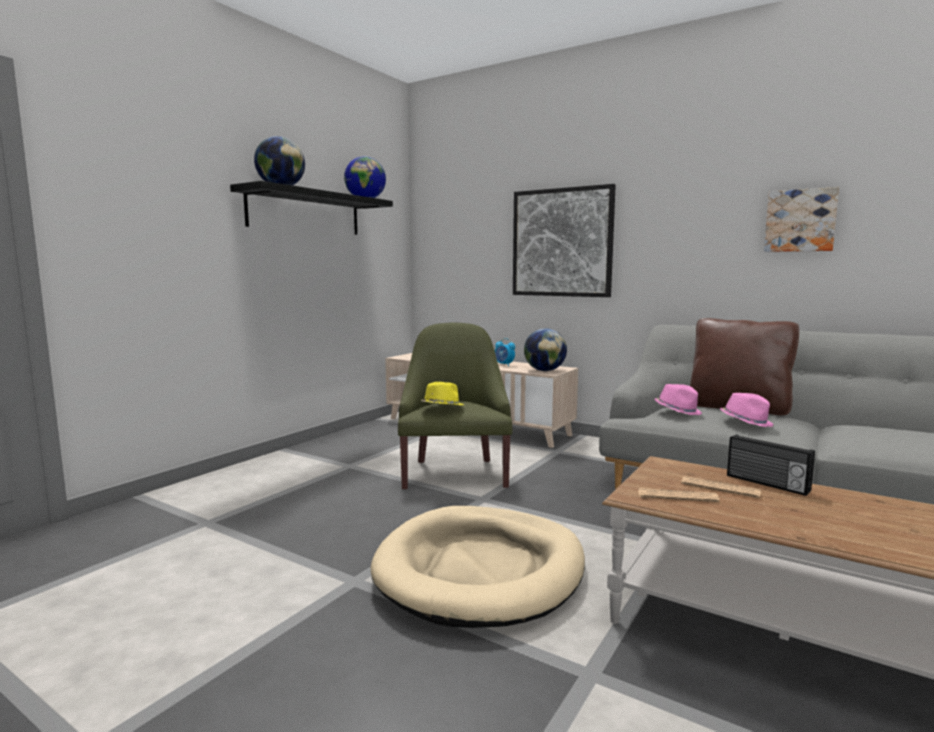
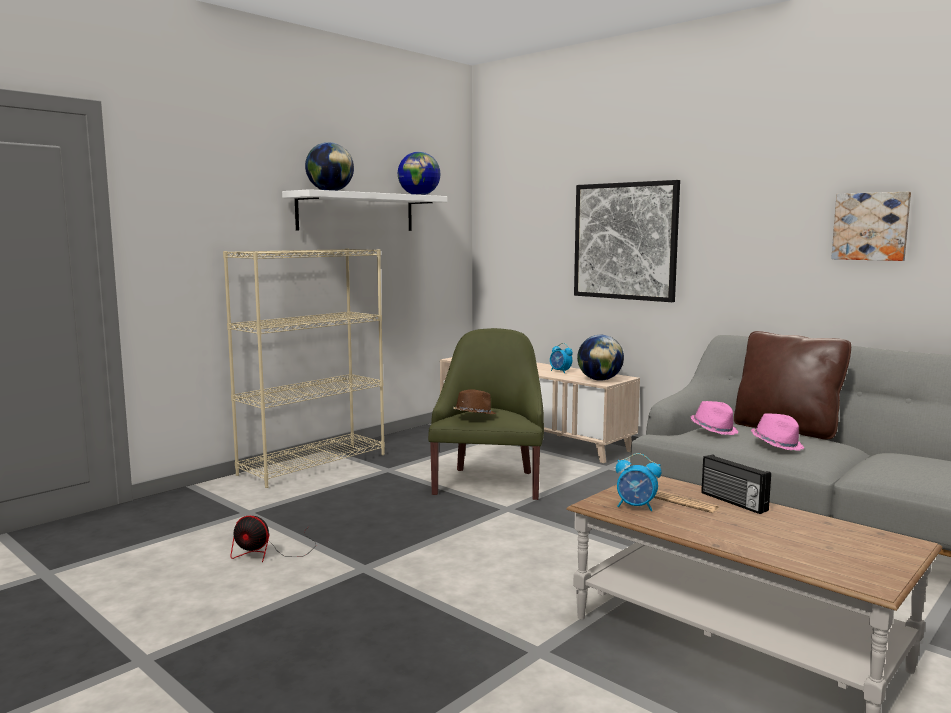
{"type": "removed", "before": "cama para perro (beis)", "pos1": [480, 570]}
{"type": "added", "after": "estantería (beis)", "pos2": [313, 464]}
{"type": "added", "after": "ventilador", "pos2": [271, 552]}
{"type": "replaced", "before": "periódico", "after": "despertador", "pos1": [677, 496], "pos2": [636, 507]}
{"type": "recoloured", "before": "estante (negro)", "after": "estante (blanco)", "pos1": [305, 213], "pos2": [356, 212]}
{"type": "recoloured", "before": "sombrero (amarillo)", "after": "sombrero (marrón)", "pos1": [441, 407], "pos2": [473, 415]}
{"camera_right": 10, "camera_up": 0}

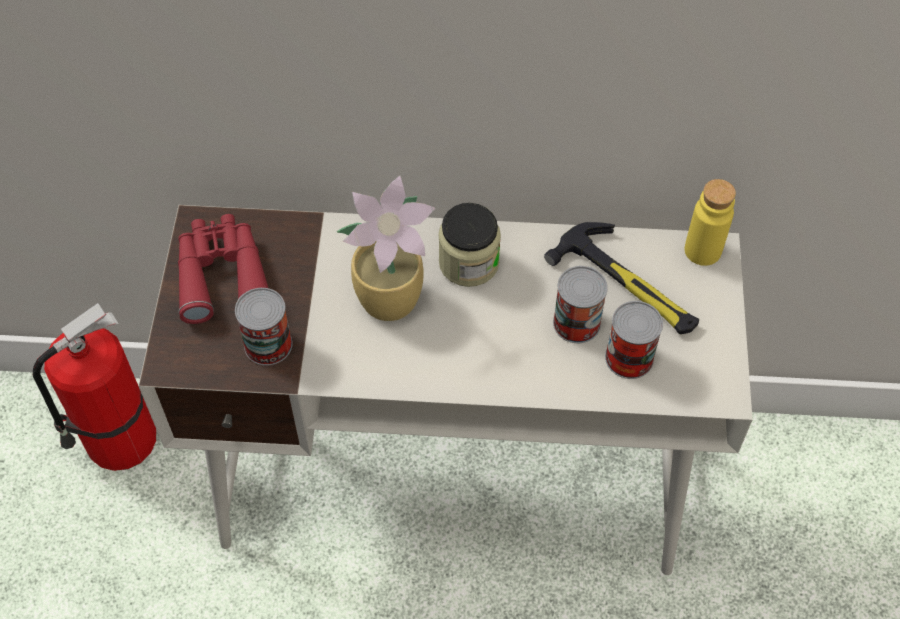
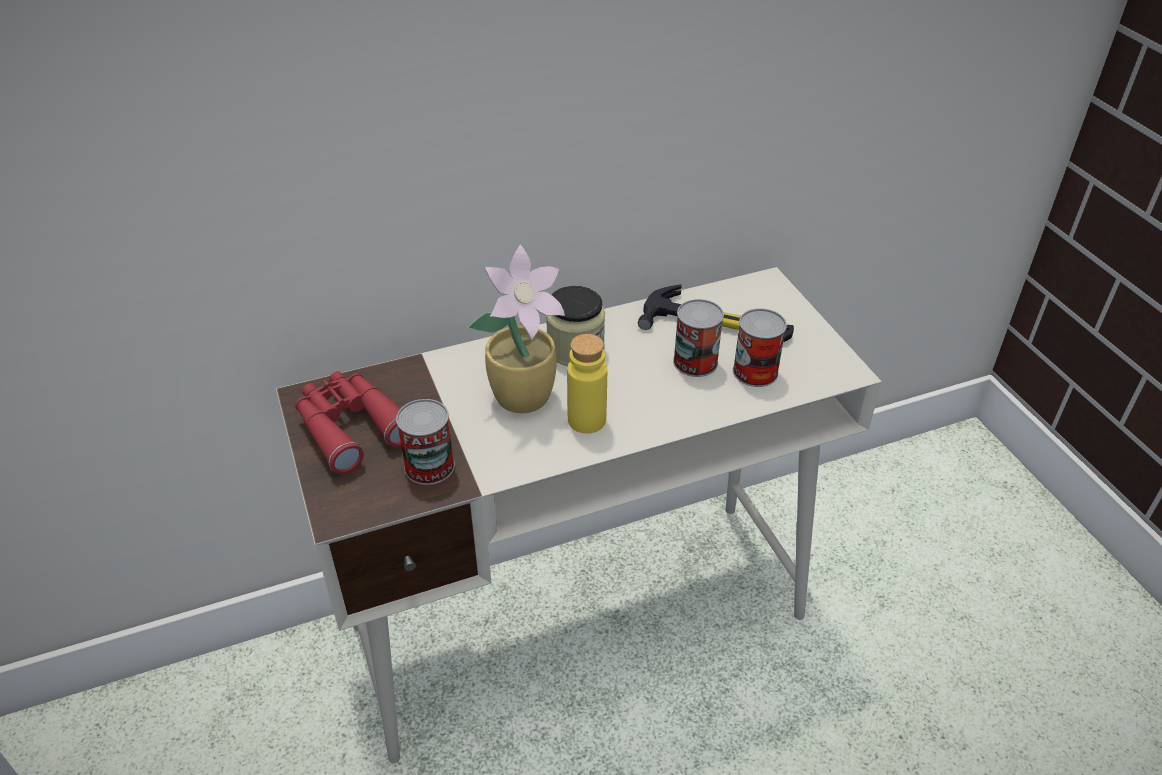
{"type": "removed", "before": "extintor", "pos1": [117, 441]}
{"type": "moved", "before": "botella (amarillo)", "pos1": [702, 250], "pos2": [586, 420]}
{"camera_right": -25, "camera_up": -15}

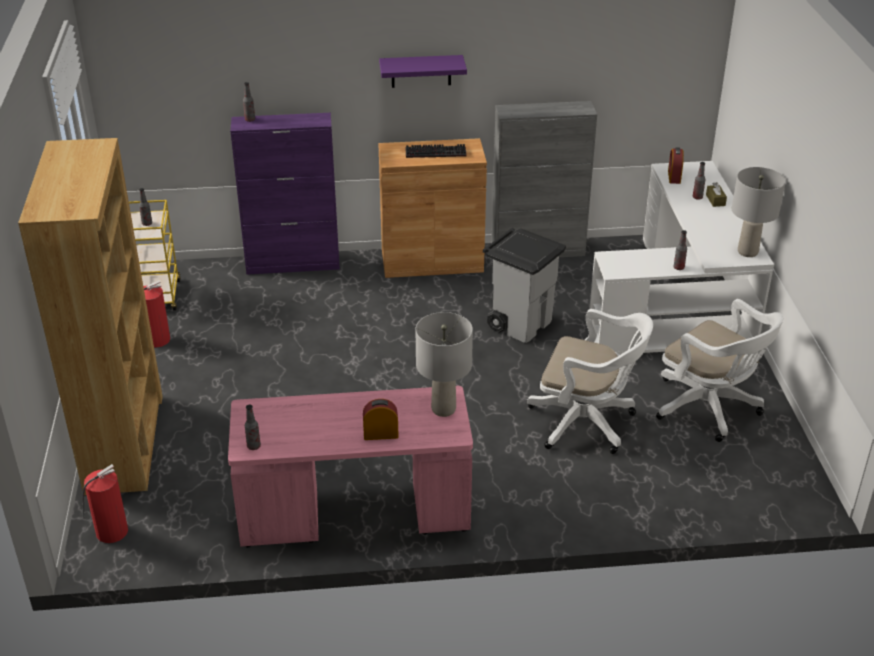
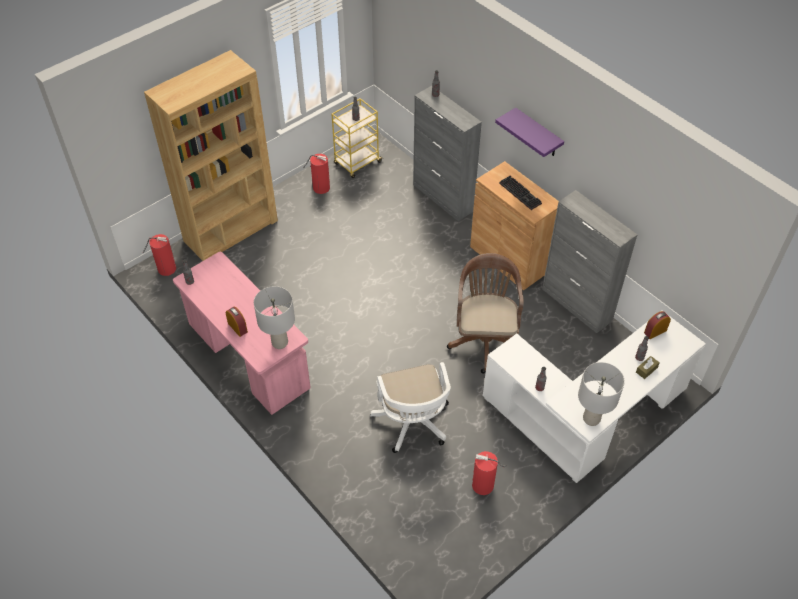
{"type": "replaced", "before": "papelera (gris)", "after": "silla de oficina (marrón)", "pos1": [520, 323], "pos2": [485, 338]}
{"type": "replaced", "before": "silla de oficina (blanco)", "after": "extintor", "pos1": [710, 409], "pos2": [484, 485]}
{"type": "recoloured", "before": "armario (morado)", "after": "armario (gris)", "pos1": [293, 264], "pos2": [443, 198]}
{"camera_right": 55, "camera_up": 15}

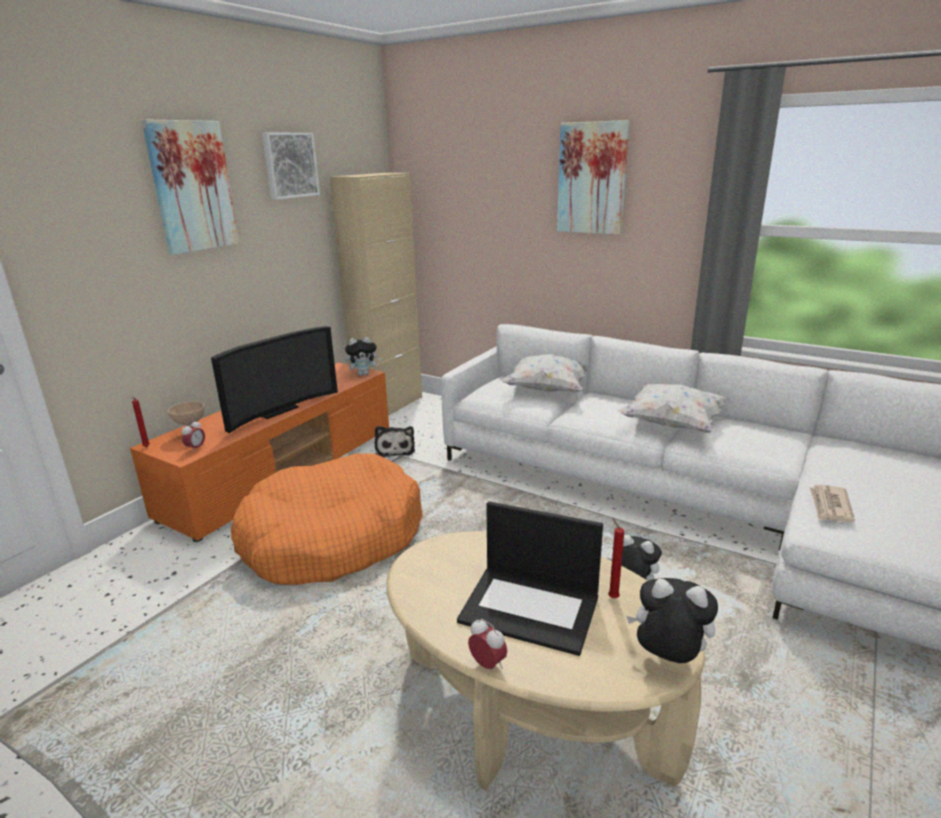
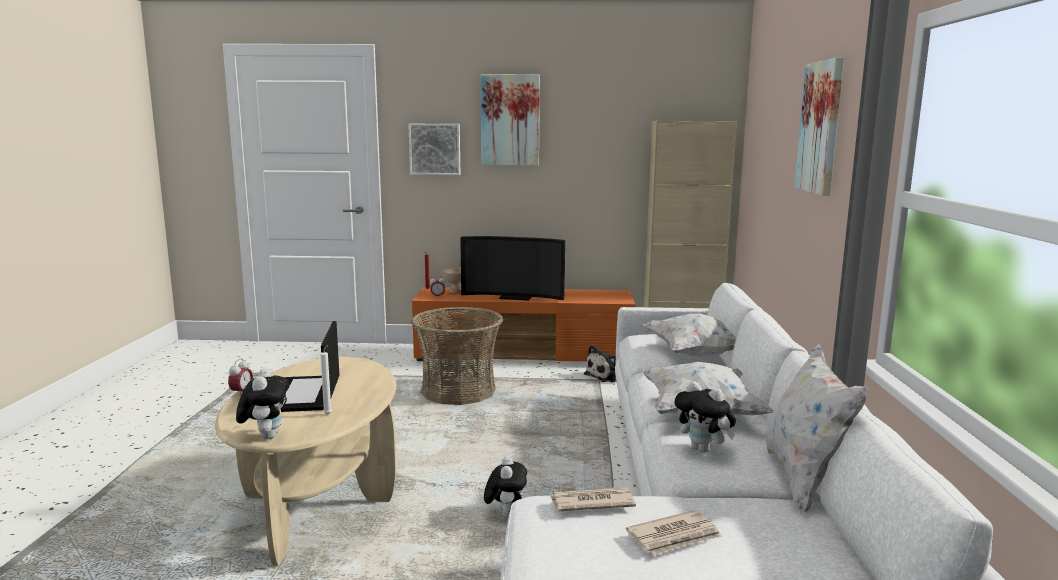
{"type": "added", "after": "periódico", "pos2": [675, 537]}
{"type": "added", "after": "cojín (blanco)", "pos2": [804, 480]}
{"type": "moved", "before": "cuadro", "pos1": [289, 165], "pos2": [435, 149]}
{"type": "moved", "before": "peluche", "pos1": [364, 374], "pos2": [704, 449]}
{"type": "replaced", "before": "cama para perro (naranja)", "after": "cesta", "pos1": [332, 538], "pos2": [458, 391]}
{"type": "recoloured", "before": "vela (rojo)", "after": "vela (blanco)", "pos1": [612, 597], "pos2": [328, 414]}
{"camera_right": 60, "camera_up": -10}

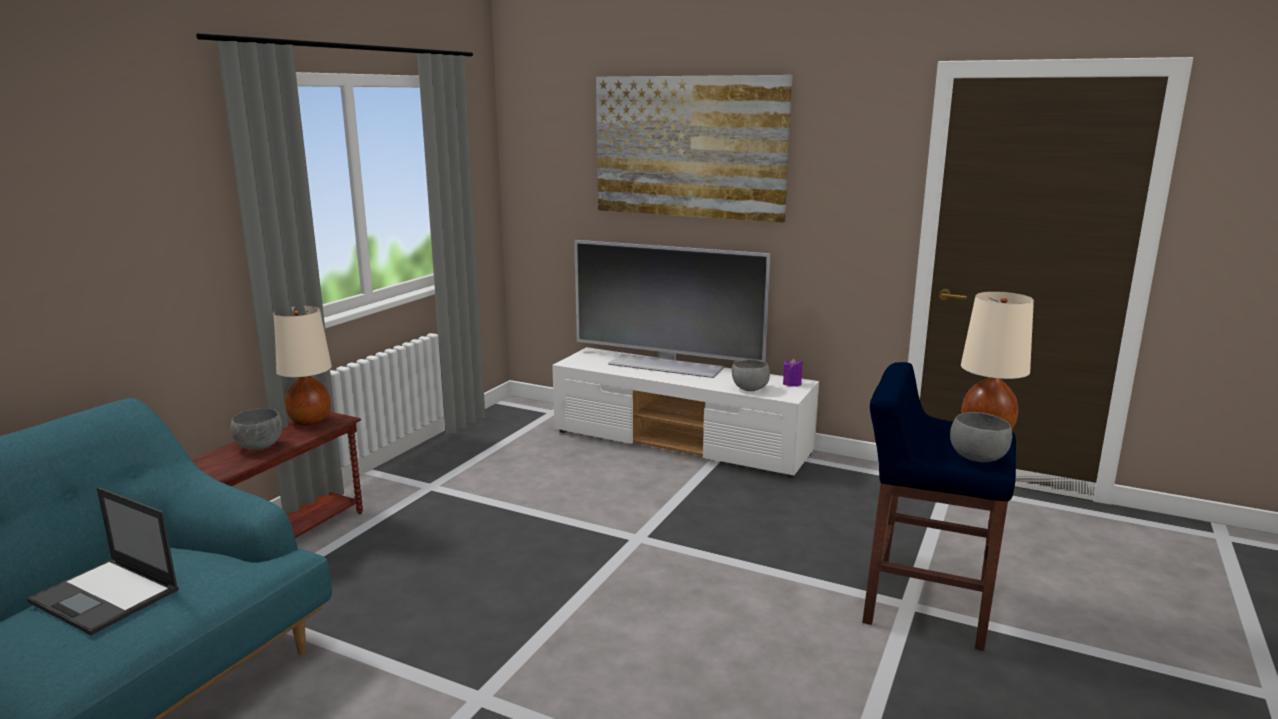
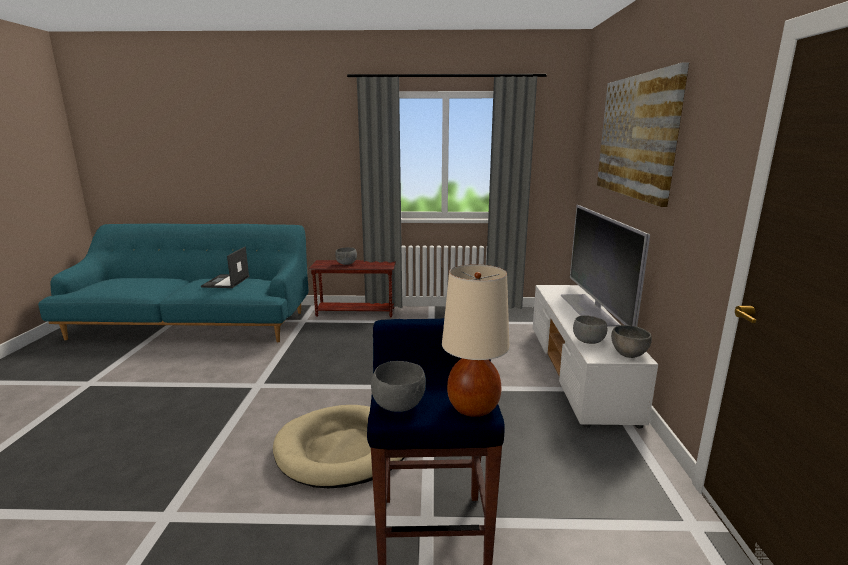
{"type": "removed", "before": "lámpara de mesa (beis)", "pos1": [311, 421]}
{"type": "added", "after": "cama para perro (beis)", "pos2": [343, 450]}
{"type": "replaced", "before": "vela (morado)", "after": "cuenco (gris)", "pos1": [792, 384], "pos2": [629, 354]}
{"camera_right": 65, "camera_up": 0}

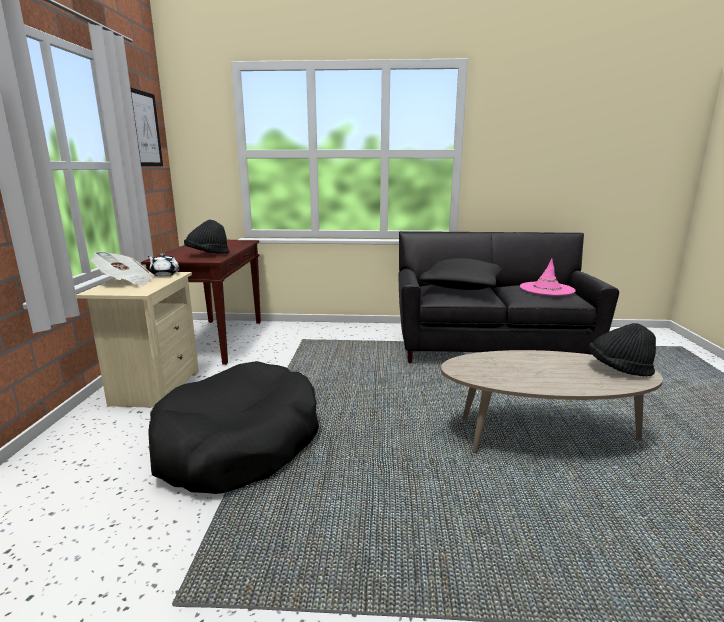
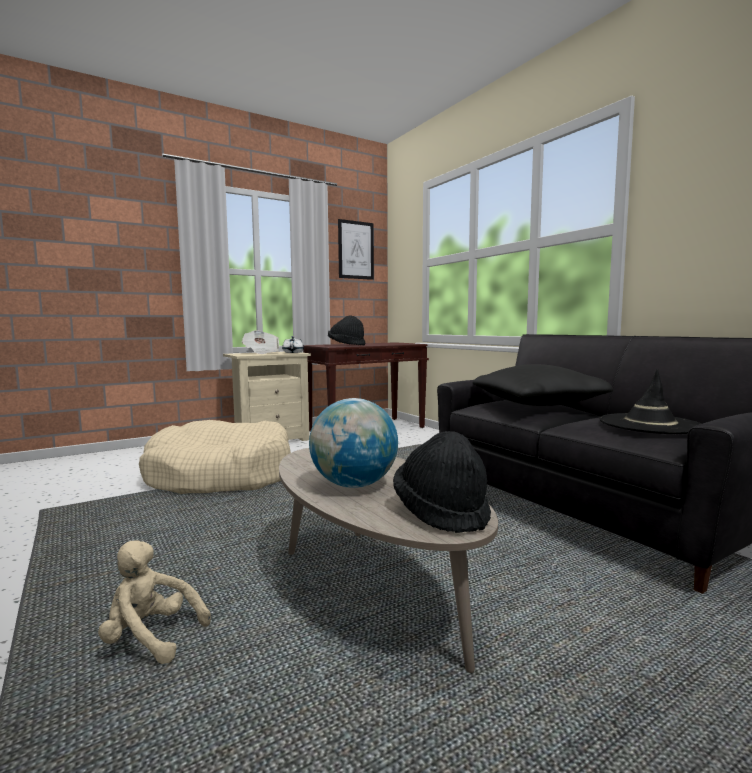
{"type": "added", "after": "peluche (beis)", "pos2": [151, 638]}
{"type": "added", "after": "globo terráqueo", "pos2": [354, 485]}
{"type": "recoloured", "before": "cama para perro (negro)", "after": "cama para perro (beis)", "pos1": [239, 443], "pos2": [220, 476]}
{"type": "recoloured", "before": "sombrero (rosa)", "after": "sombrero (negro)", "pos1": [546, 289], "pos2": [649, 424]}
{"camera_right": 55, "camera_up": -10}

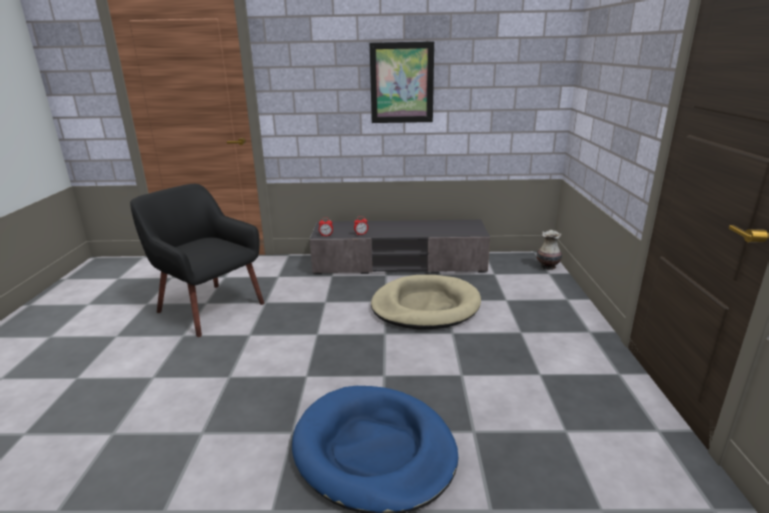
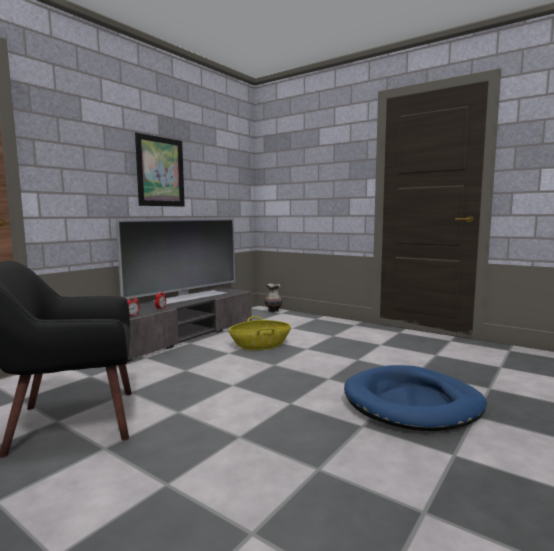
{"type": "added", "after": "televisor", "pos2": [190, 297]}
{"type": "replaced", "before": "cama para perro (beis)", "after": "cesta", "pos1": [425, 306], "pos2": [260, 345]}
{"camera_right": -55, "camera_up": -15}

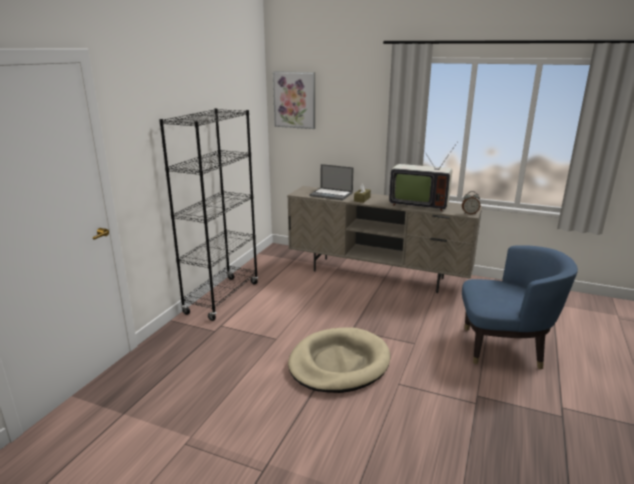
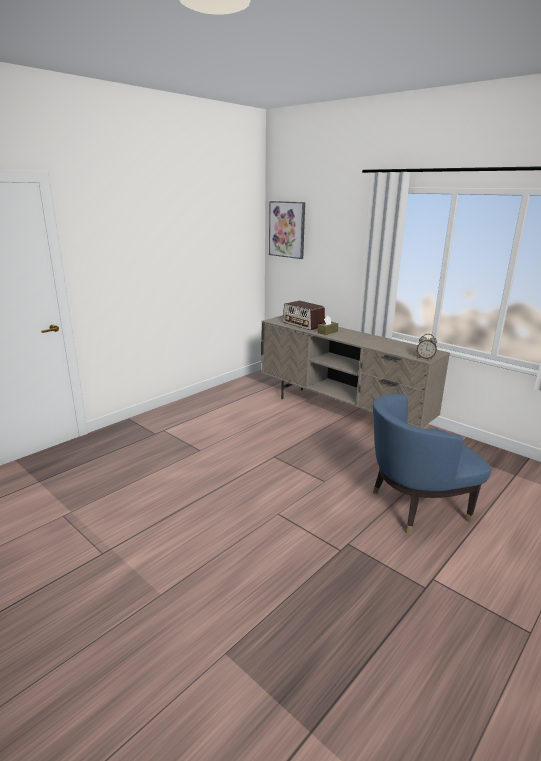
{"type": "removed", "before": "estantería (negro)", "pos1": [222, 298]}
{"type": "removed", "before": "cama para perro (beis)", "pos1": [339, 363]}
{"type": "removed", "before": "televisor", "pos1": [418, 204]}
{"type": "replaced", "before": "portátil", "after": "radio", "pos1": [332, 194], "pos2": [303, 324]}
{"type": "turned", "before": "sillón (azul)", "pos1": [504, 348], "pos2": [417, 506], "turn": 135}
{"camera_right": 20, "camera_up": 0}

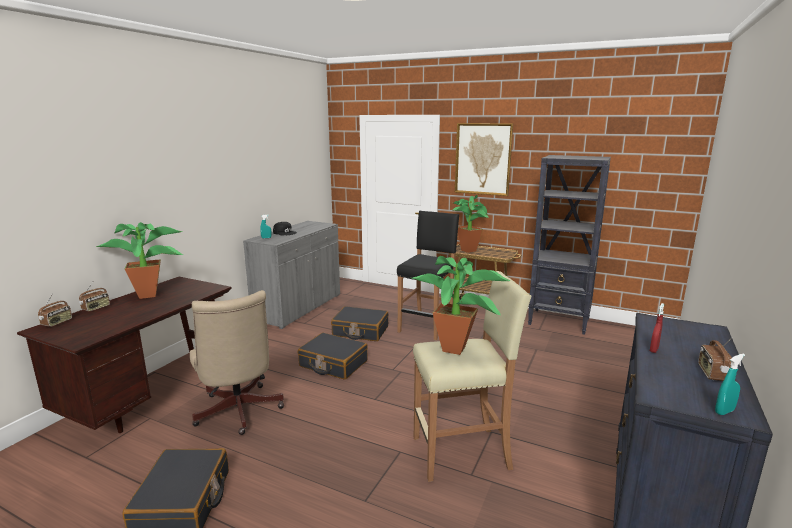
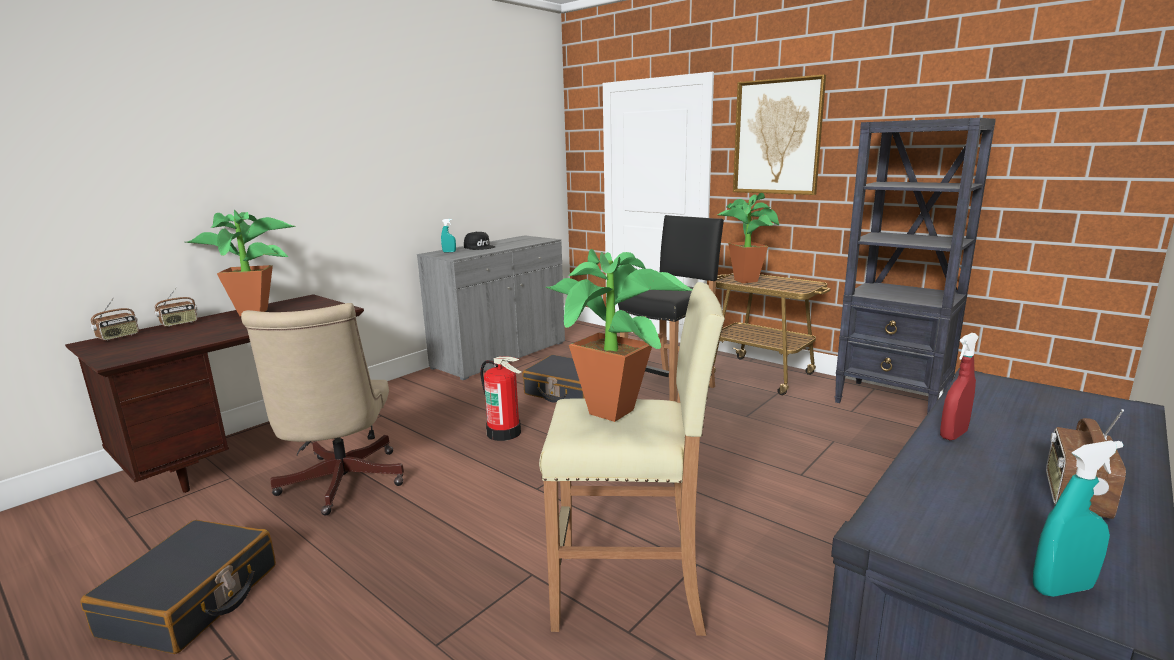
{"type": "replaced", "before": "maleta (negro)", "after": "extintor", "pos1": [333, 364], "pos2": [504, 432]}
{"camera_right": 15, "camera_up": 0}

